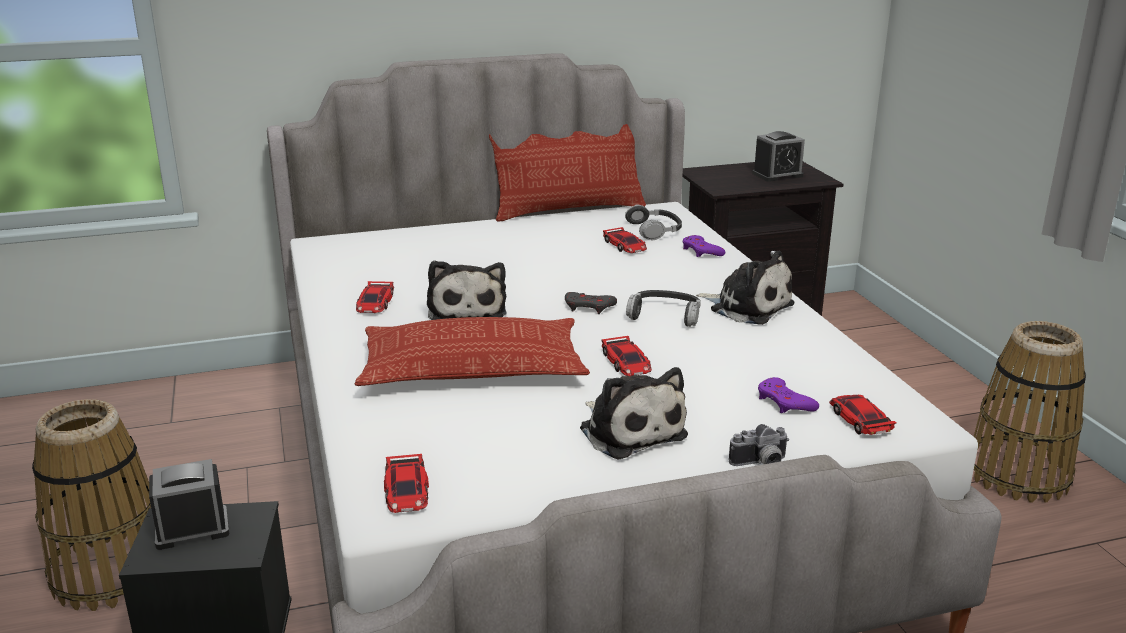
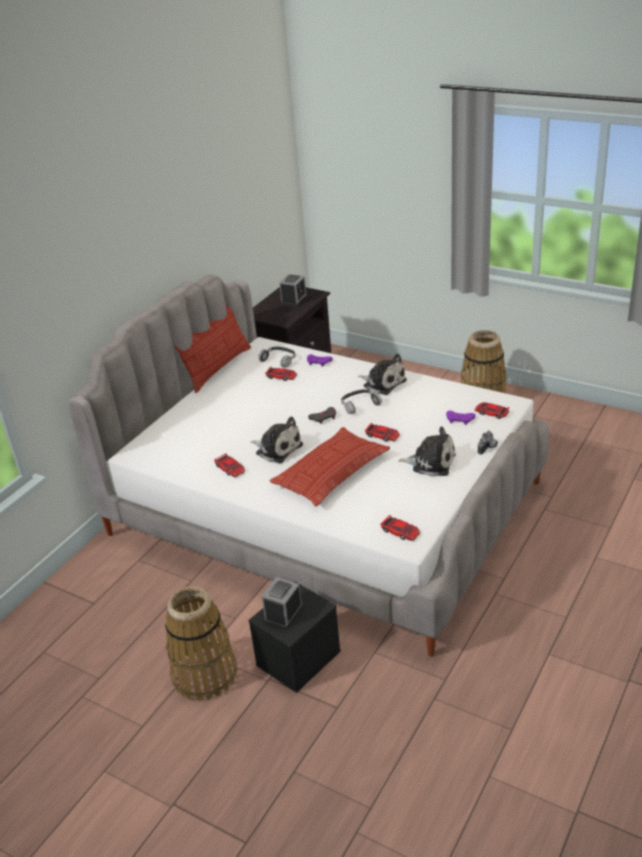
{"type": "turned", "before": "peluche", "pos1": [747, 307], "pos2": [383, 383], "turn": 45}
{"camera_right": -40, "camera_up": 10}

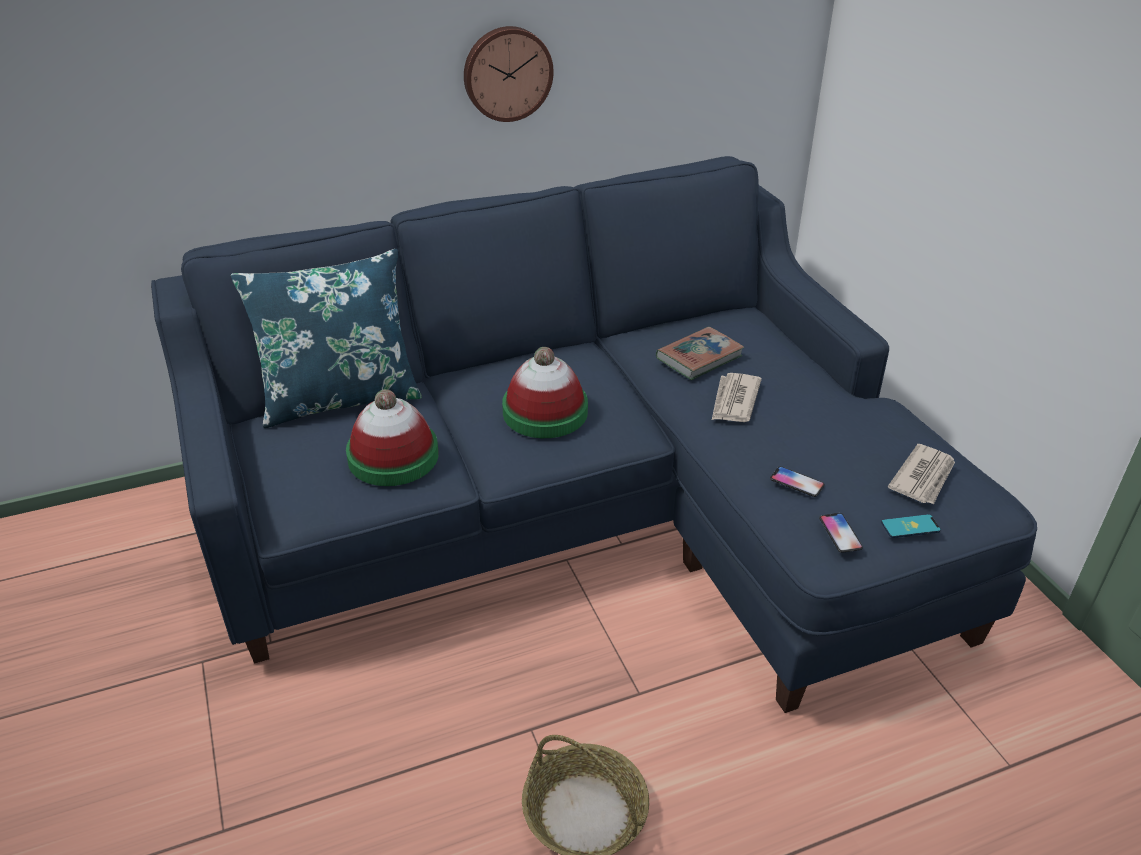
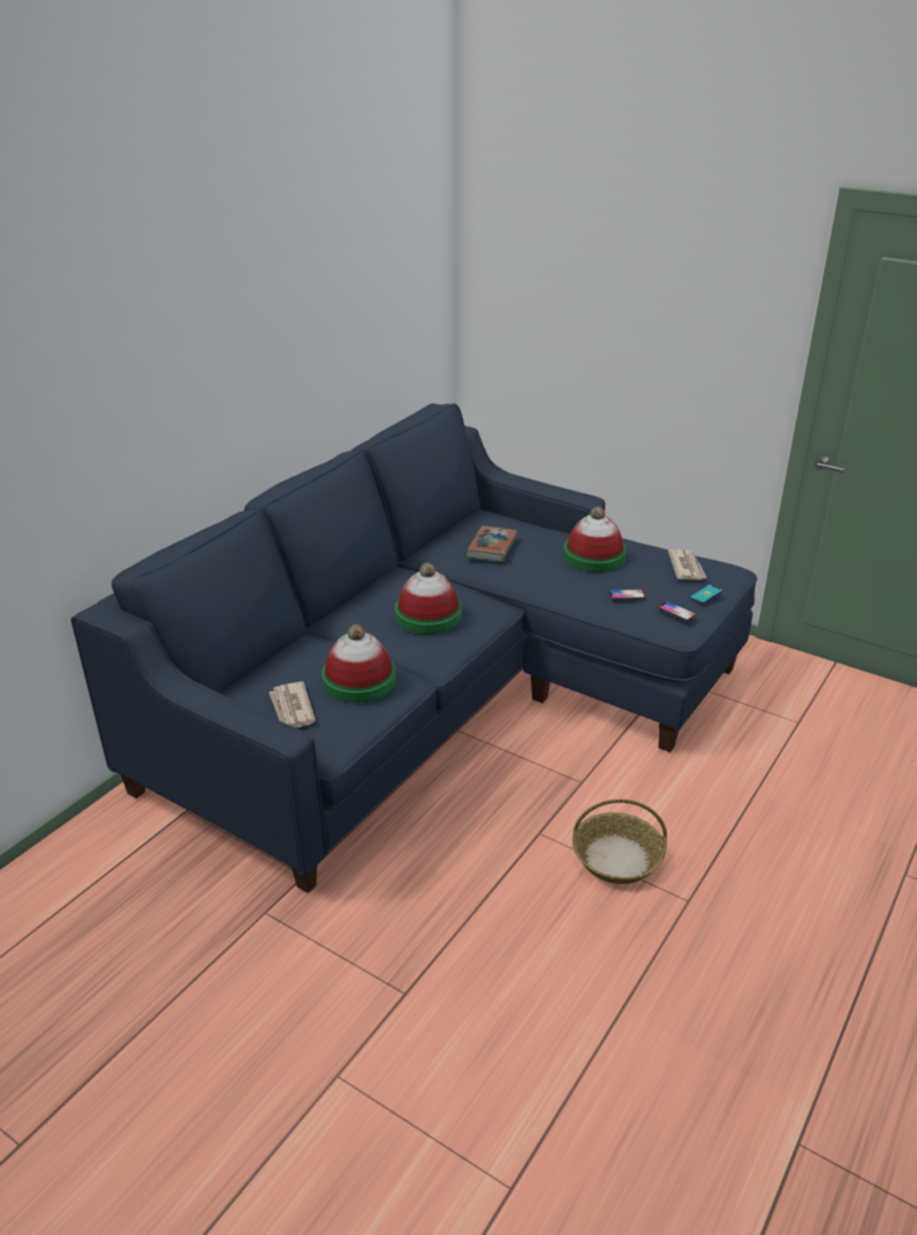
{"type": "removed", "before": "cojín (azul)", "pos1": [340, 398]}
{"type": "removed", "before": "reloj de pared", "pos1": [507, 73]}
{"type": "added", "after": "sombrero", "pos2": [594, 556]}
{"type": "moved", "before": "periódico", "pos1": [734, 401], "pos2": [292, 709]}
{"camera_right": -35, "camera_up": -5}

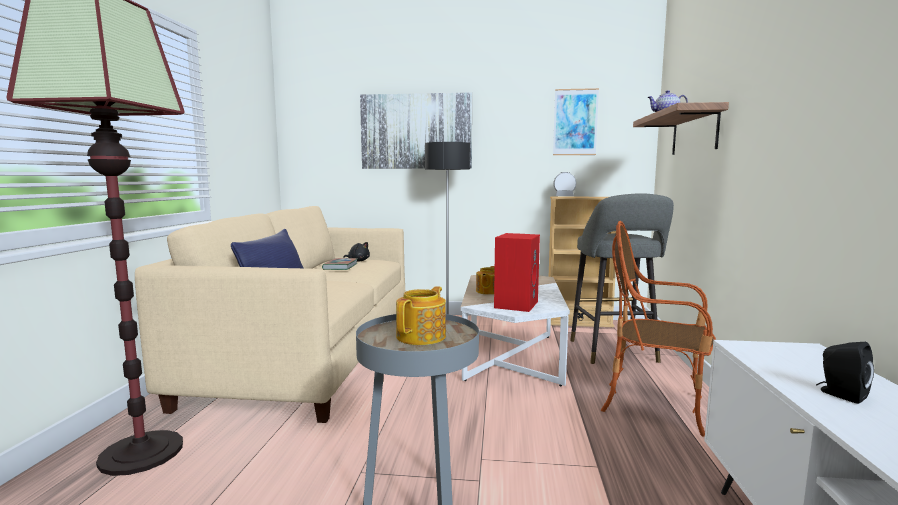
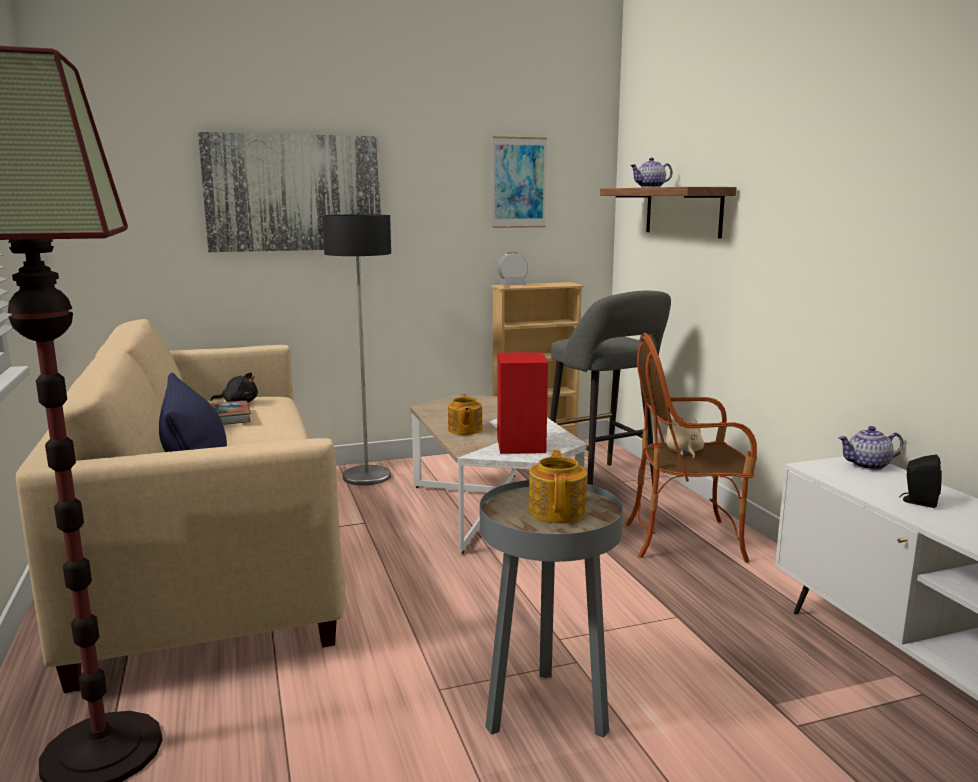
{"type": "added", "after": "peluche (beis)", "pos2": [684, 452]}
{"type": "added", "after": "tetera", "pos2": [868, 466]}
{"camera_right": -25, "camera_up": 5}

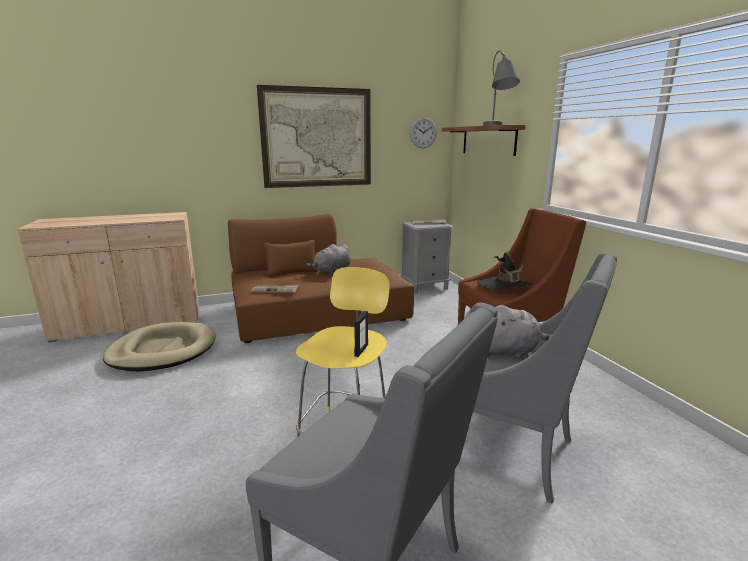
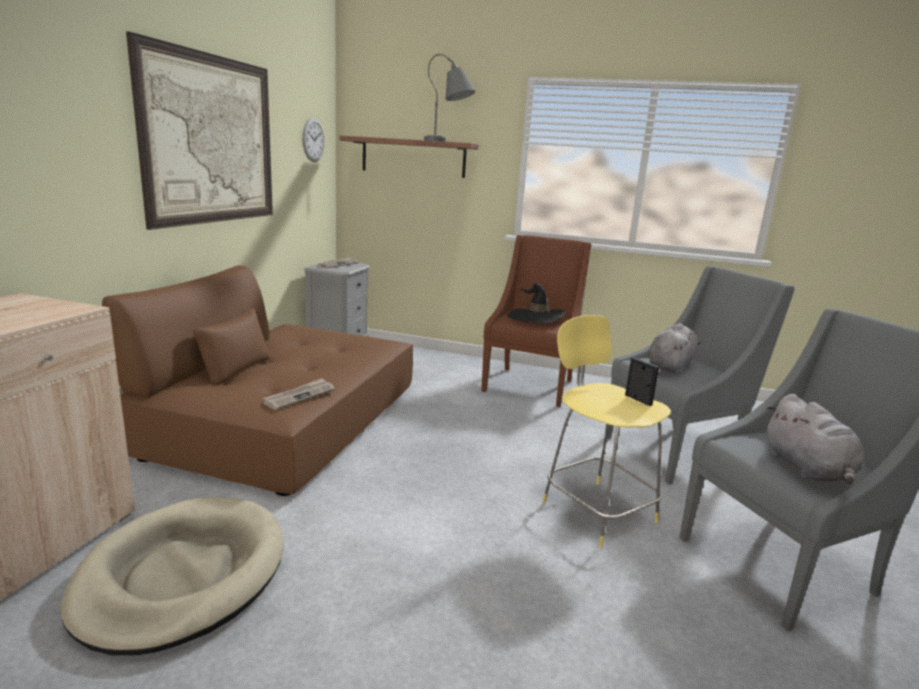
{"type": "moved", "before": "peluche (gris)", "pos1": [331, 271], "pos2": [807, 469]}
{"camera_right": -55, "camera_up": 0}

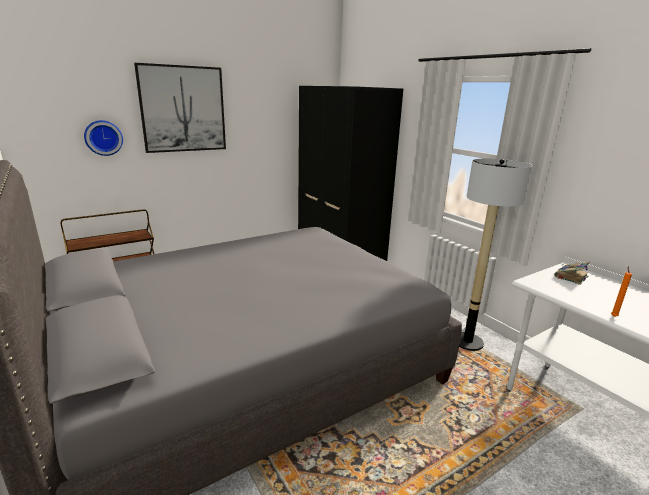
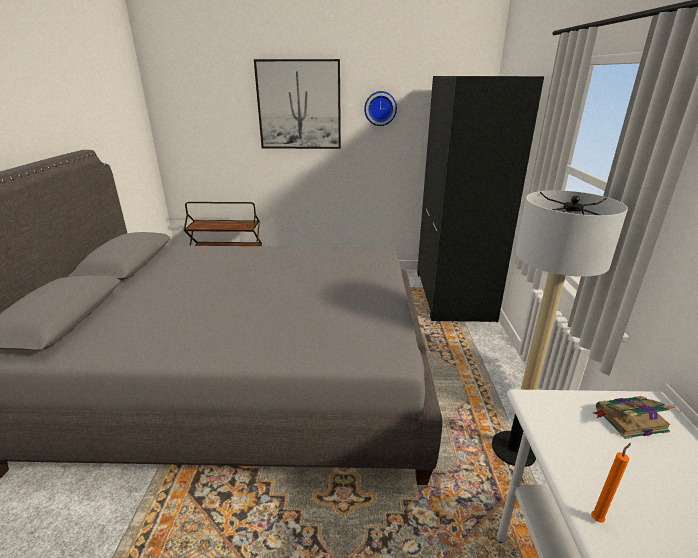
{"type": "moved", "before": "reloj de pared", "pos1": [103, 137], "pos2": [380, 108]}
{"camera_right": 35, "camera_up": 5}

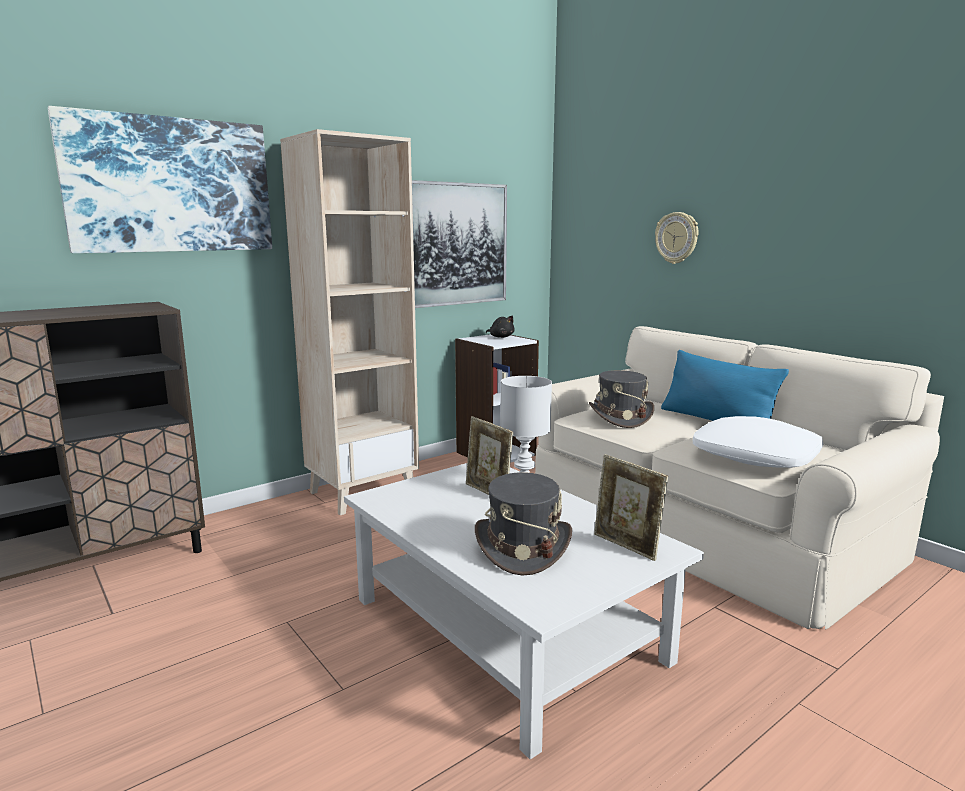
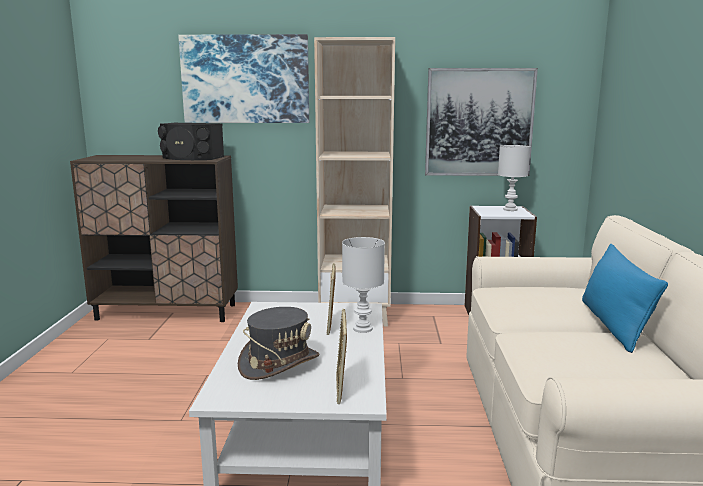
{"type": "removed", "before": "sombrero (gris)", "pos1": [620, 417]}
{"type": "removed", "before": "reloj de pared", "pos1": [677, 238]}
{"type": "removed", "before": "cojín (blanco)", "pos1": [756, 456]}
{"type": "added", "after": "altavoz (negro)", "pos2": [191, 158]}
{"type": "replaced", "before": "peluche (negro)", "after": "lámpara de mesa (blanco)", "pos1": [501, 337], "pos2": [510, 209]}
{"camera_right": 40, "camera_up": 0}

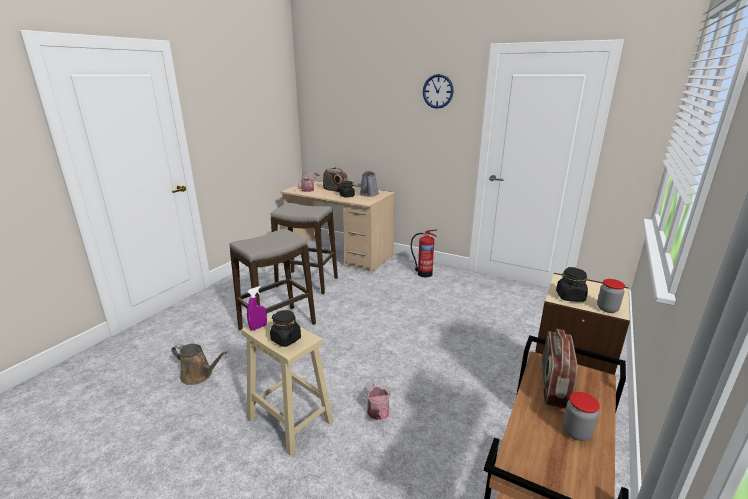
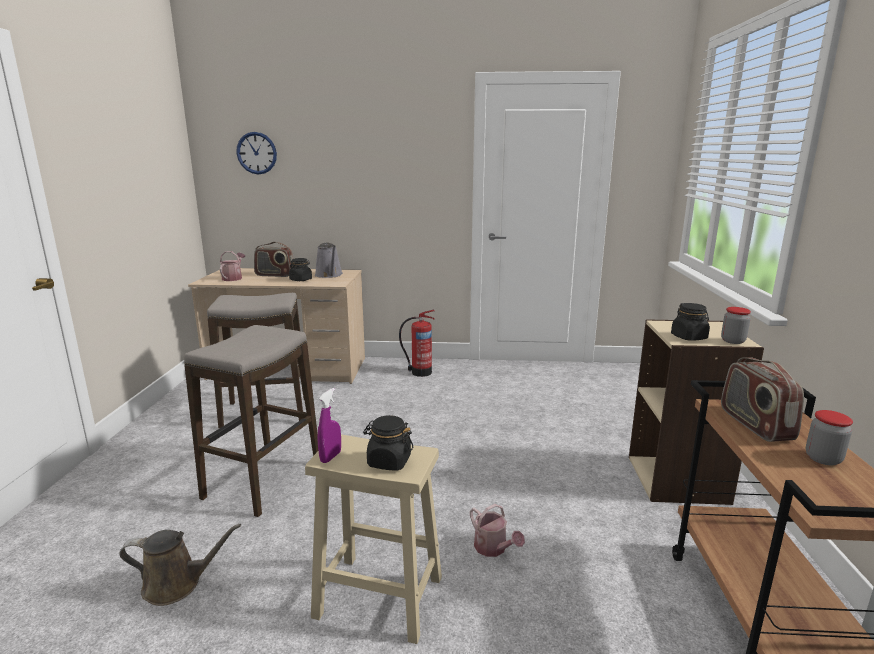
{"type": "moved", "before": "reloj de pared", "pos1": [438, 91], "pos2": [256, 153]}
{"camera_right": -25, "camera_up": -5}

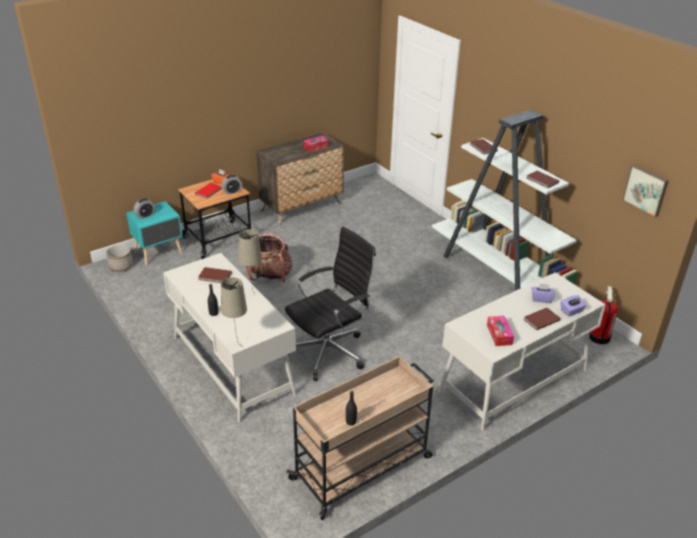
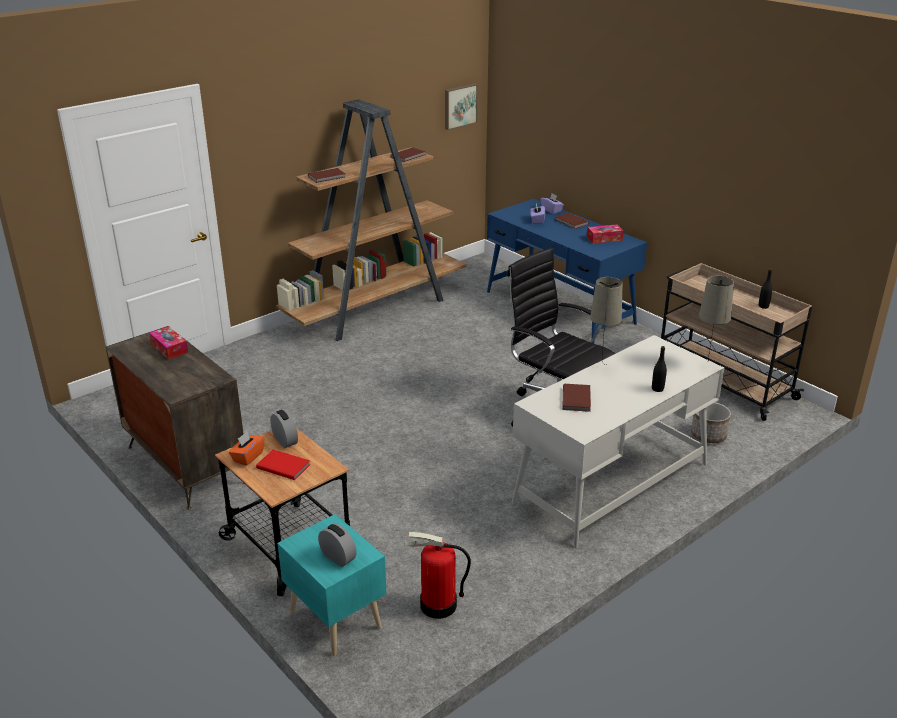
{"type": "removed", "before": "mochila", "pos1": [270, 276]}
{"type": "moved", "before": "maceta", "pos1": [121, 266], "pos2": [708, 435]}
{"type": "moved", "before": "extintor", "pos1": [598, 337], "pos2": [438, 605]}
{"type": "recoloured", "before": "estantería (blanco)", "after": "estantería (marrón)", "pos1": [498, 275], "pos2": [376, 309]}
{"type": "recoloured", "before": "escritorio (blanco)", "after": "escritorio (azul)", "pos1": [513, 380], "pos2": [559, 307]}
{"camera_right": -95, "camera_up": -5}

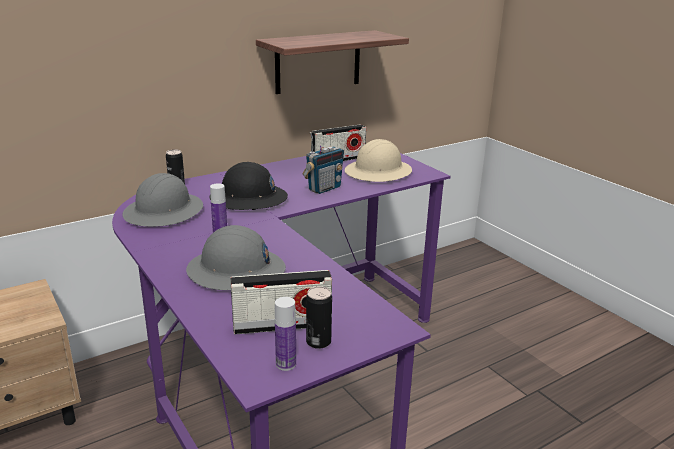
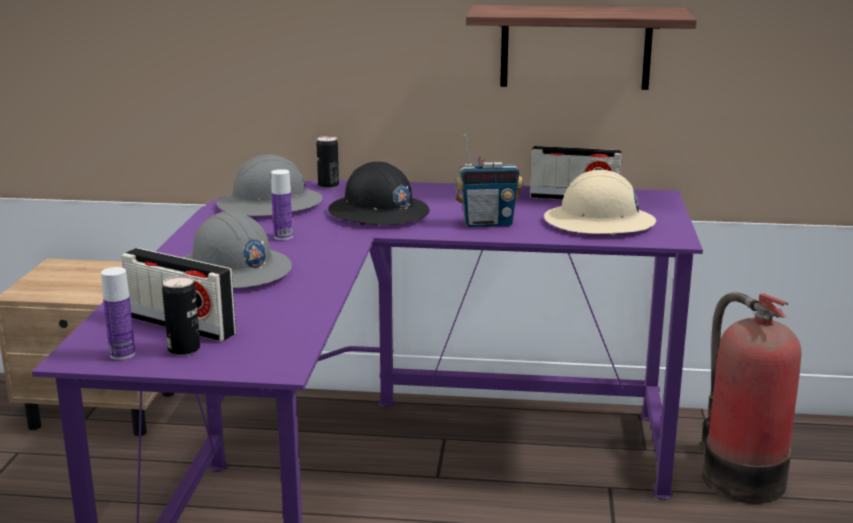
{"type": "added", "after": "extintor", "pos2": [739, 477]}
{"camera_right": 40, "camera_up": -5}

